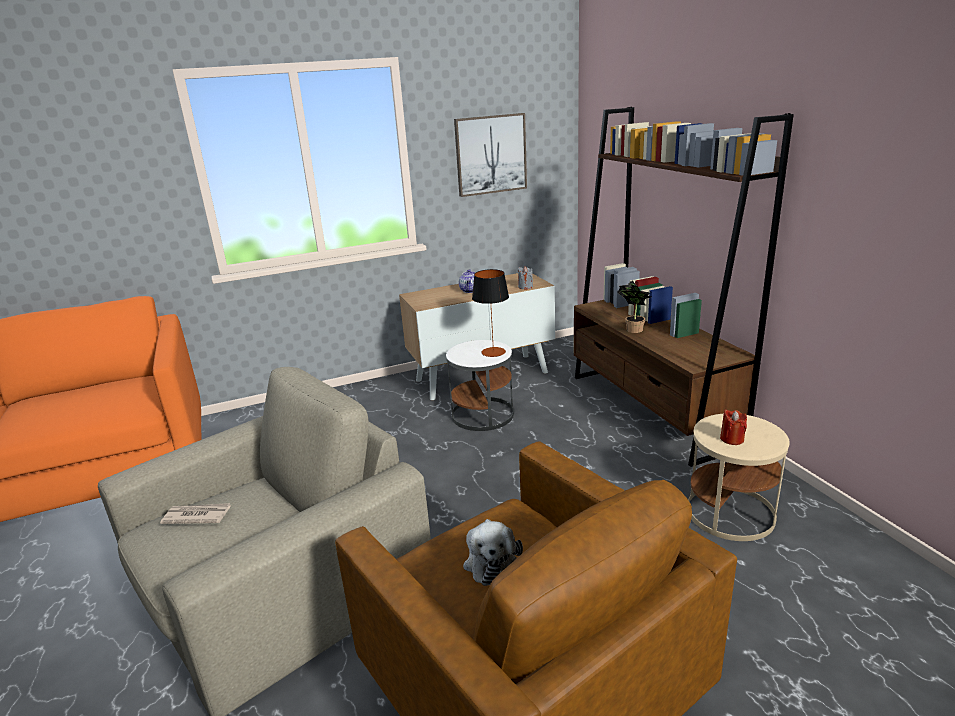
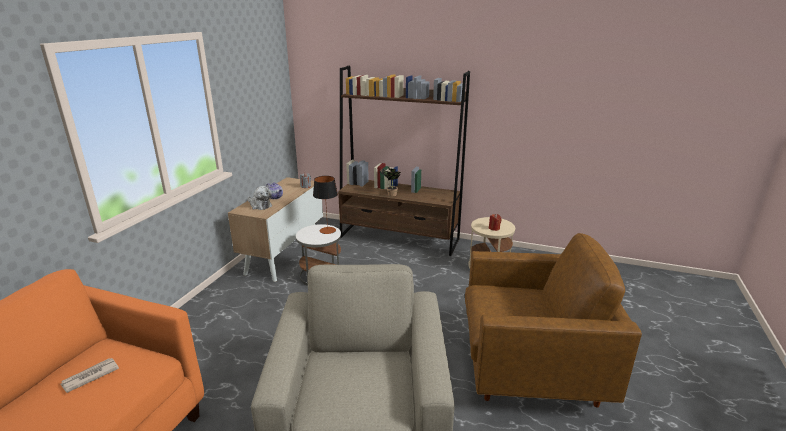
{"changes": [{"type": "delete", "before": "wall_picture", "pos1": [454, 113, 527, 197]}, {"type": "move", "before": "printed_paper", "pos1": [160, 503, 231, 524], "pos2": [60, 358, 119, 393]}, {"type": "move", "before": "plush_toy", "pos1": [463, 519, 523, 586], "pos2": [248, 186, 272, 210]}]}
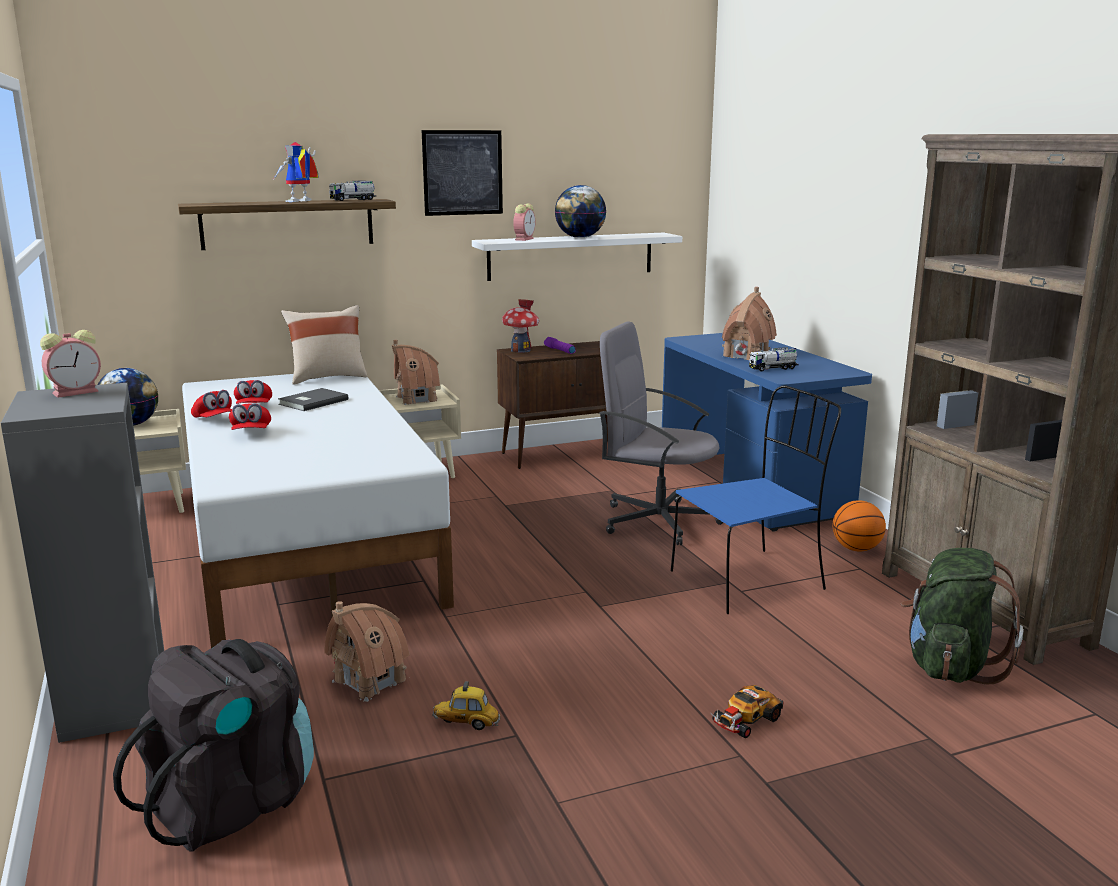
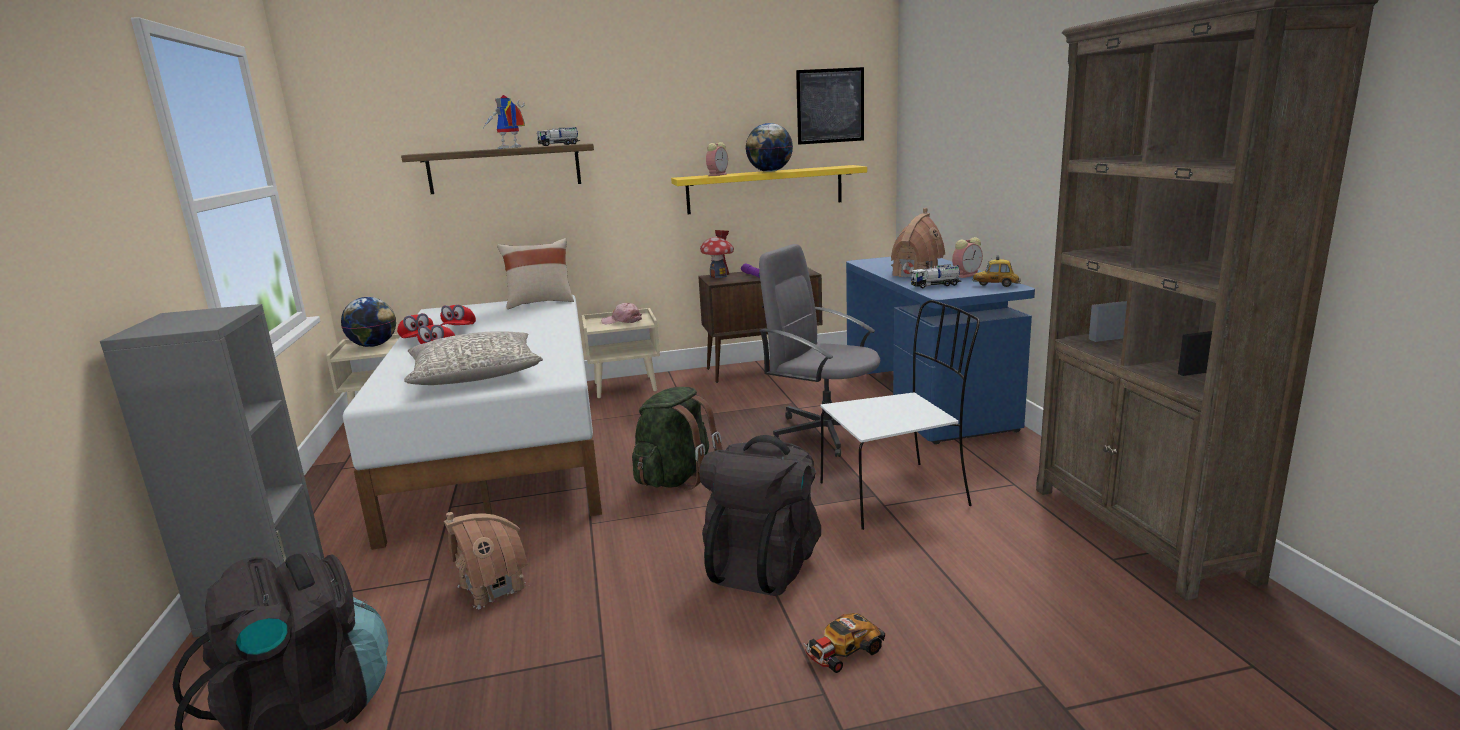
{"changes": [{"type": "delete", "before": "grey_volume", "pos1": [278, 388, 348, 411]}, {"type": "delete", "before": "basketball_ball", "pos1": [833, 500, 886, 551]}, {"type": "insert", "after": "grey_cushion", "pos2": [404, 331, 543, 385]}, {"type": "insert", "after": "black-coloured_knapsack", "pos2": [700, 435, 821, 596]}, {"type": "move", "before": "alarm_clock", "pos1": [40, 330, 101, 398], "pos2": [952, 237, 983, 278]}, {"type": "move", "before": "wall_picture", "pos1": [422, 130, 503, 216], "pos2": [796, 67, 864, 145]}, {"type": "move", "before": "toy_car", "pos1": [432, 681, 500, 730], "pos2": [973, 255, 1021, 287]}, {"type": "move", "before": "green_knapsack", "pos1": [900, 548, 1024, 684], "pos2": [632, 387, 723, 491]}, {"type": "replace", "before": "model_house", "after": "pink_cap", "pos1": [392, 340, 440, 405], "pos2": [601, 303, 642, 324]}, {"type": "recolor", "before": "whitish_bracket_shelf", "after": "yellow-coloured_bracket_shelf", "pos1": [472, 233, 682, 281], "pos2": [671, 165, 867, 214]}, {"type": "recolor", "before": "blue_plain_chair", "after": "whitish_plain_chair", "pos1": [671, 385, 841, 614], "pos2": [820, 300, 980, 530]}]}
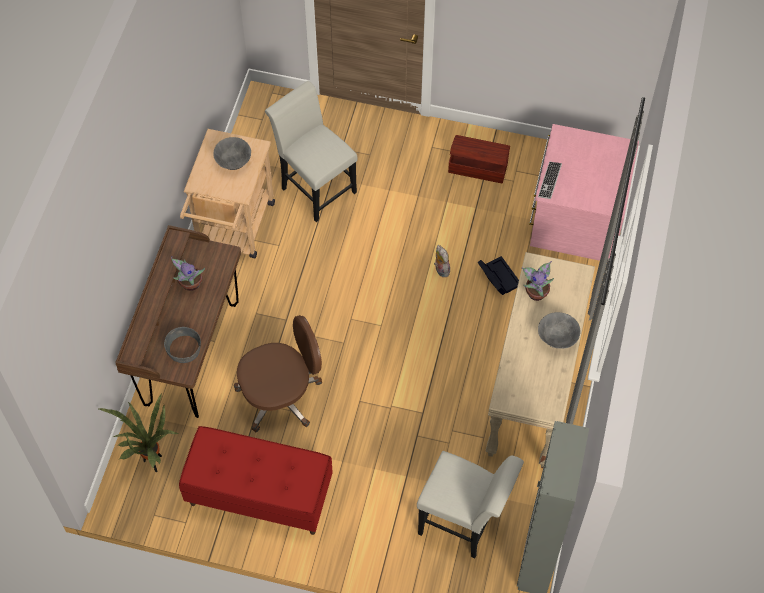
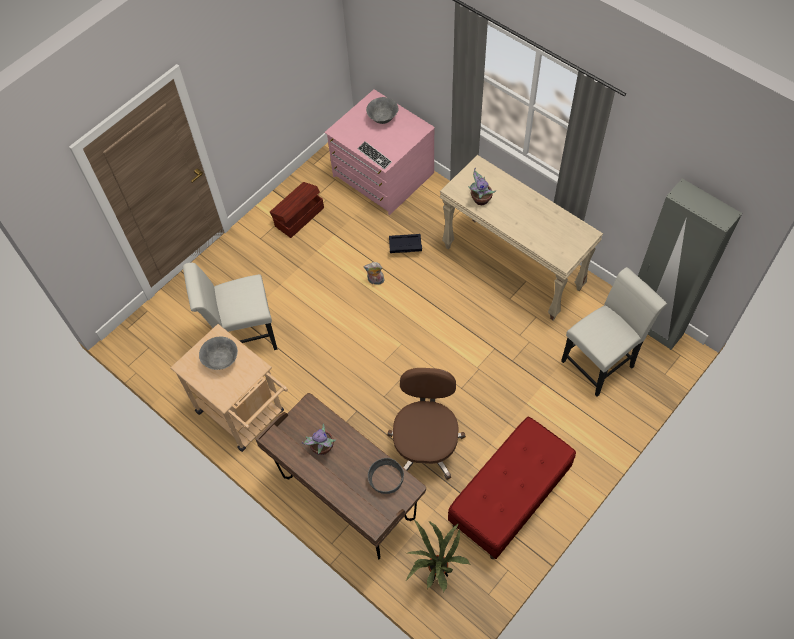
{"changes": [{"type": "move", "before": "grey_bowl", "pos1": [538, 312, 580, 349], "pos2": [366, 97, 398, 124]}]}
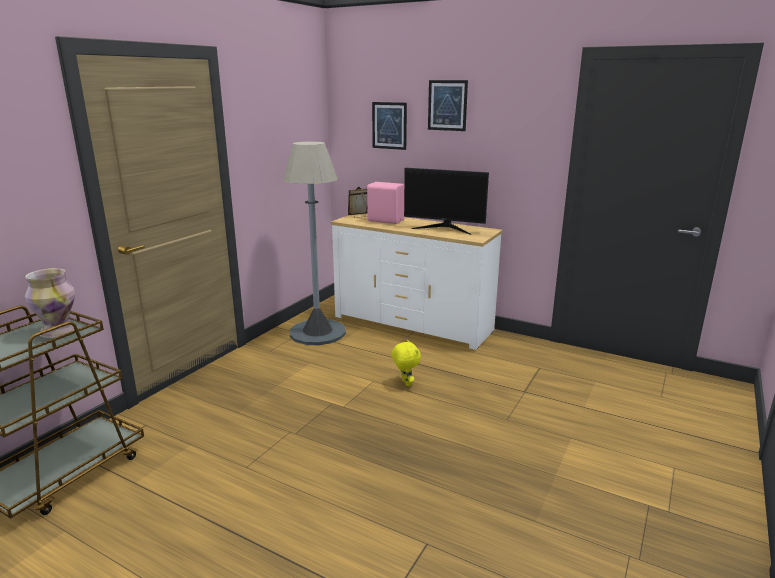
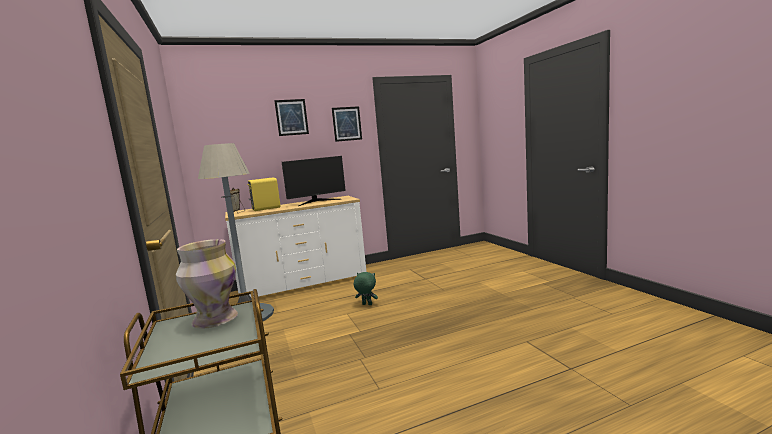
{"changes": [{"type": "move", "before": "wall_picture", "pos1": [372, 102, 407, 150], "pos2": [332, 106, 362, 142]}, {"type": "recolor", "before": "pink_audio_speaker", "after": "yellow-coloured_audio_speaker", "pos1": [367, 182, 404, 224], "pos2": [247, 178, 281, 211]}, {"type": "recolor", "before": "yellow-coloured_plush_toy", "after": "green_plush_toy", "pos1": [392, 340, 421, 386], "pos2": [354, 272, 378, 305]}]}
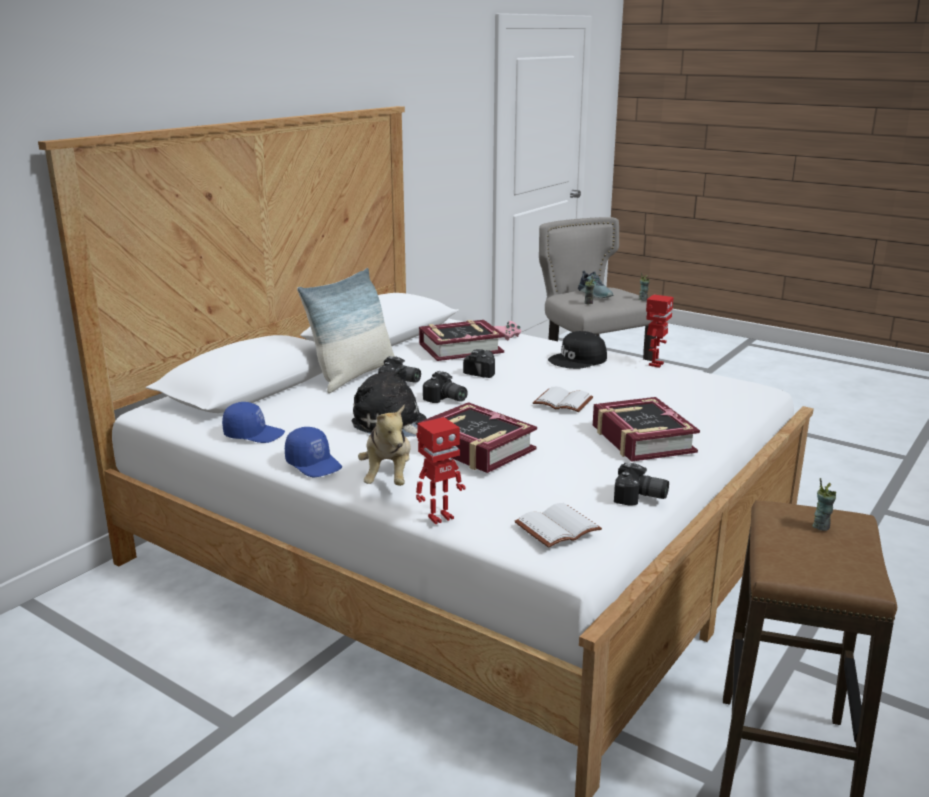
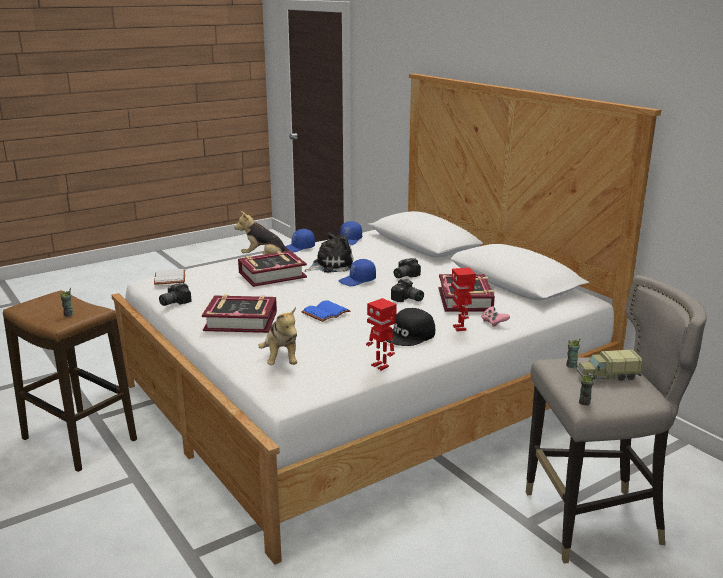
{"changes": [{"type": "delete", "before": "cushion", "pos1": [297, 268, 395, 393]}, {"type": "insert", "after": "plush_toy", "pos2": [258, 307, 297, 365]}, {"type": "move", "before": "robot_figure", "pos1": [416, 417, 466, 524], "pos2": [451, 267, 476, 332]}, {"type": "replace", "before": "photo_camera", "after": "blue_cap", "pos1": [423, 371, 468, 403], "pos2": [339, 259, 376, 286]}, {"type": "replace", "before": "low_shoe", "after": "toy_lorry", "pos1": [578, 271, 613, 298], "pos2": [577, 349, 642, 381]}, {"type": "recolor", "before": "whitish_volume", "after": "blue_volume", "pos1": [533, 387, 593, 412], "pos2": [301, 300, 350, 322]}, {"type": "rotate", "before": "black-coloured_cap", "pos1": [548, 331, 607, 369], "pos2": [386, 308, 435, 346], "turn": -120}]}
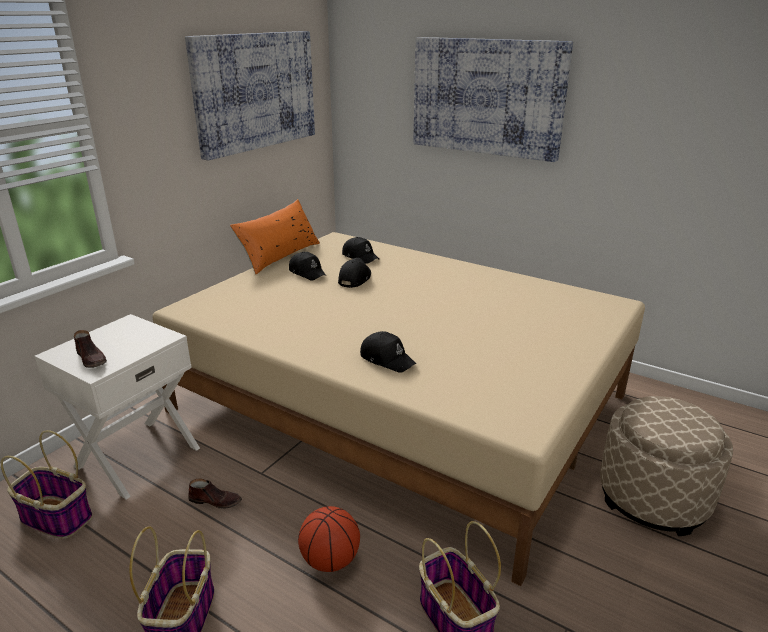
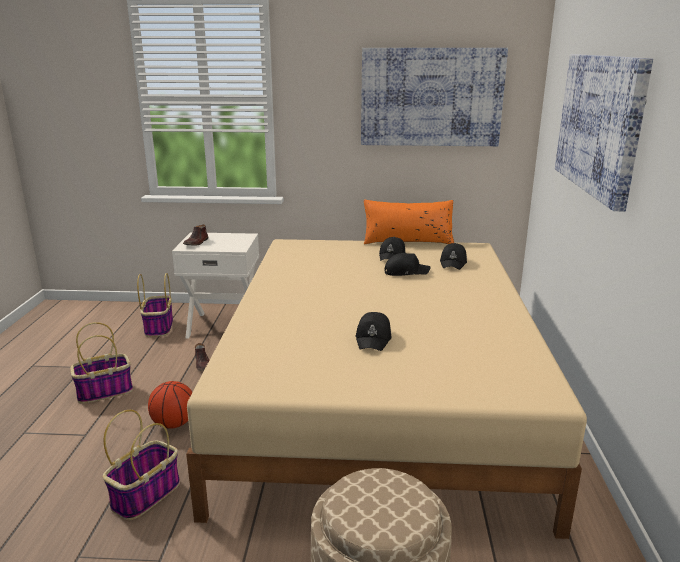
{"changes": [{"type": "move", "before": "black-coloured_cap", "pos1": [360, 331, 416, 373], "pos2": [356, 312, 391, 351]}]}
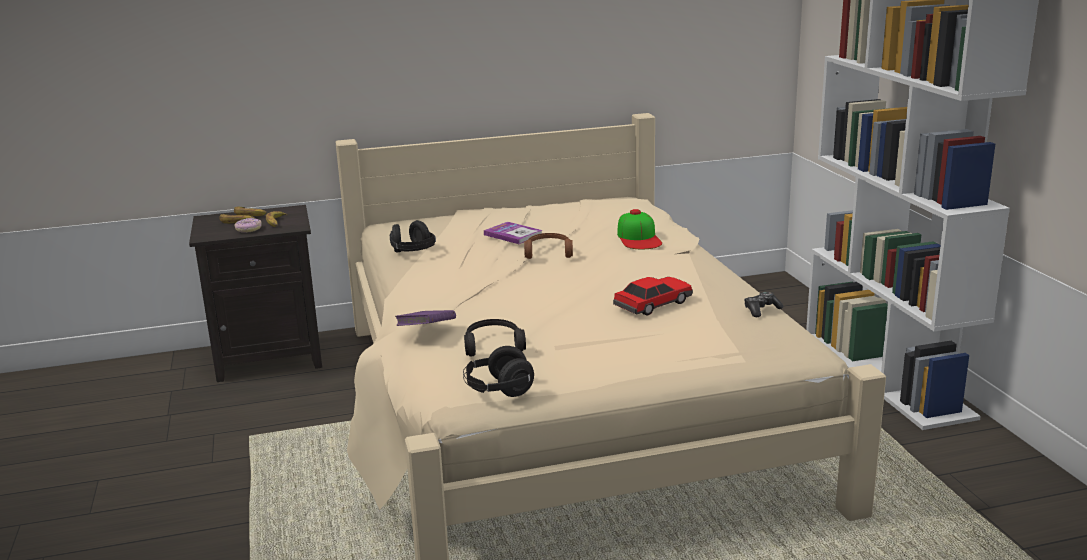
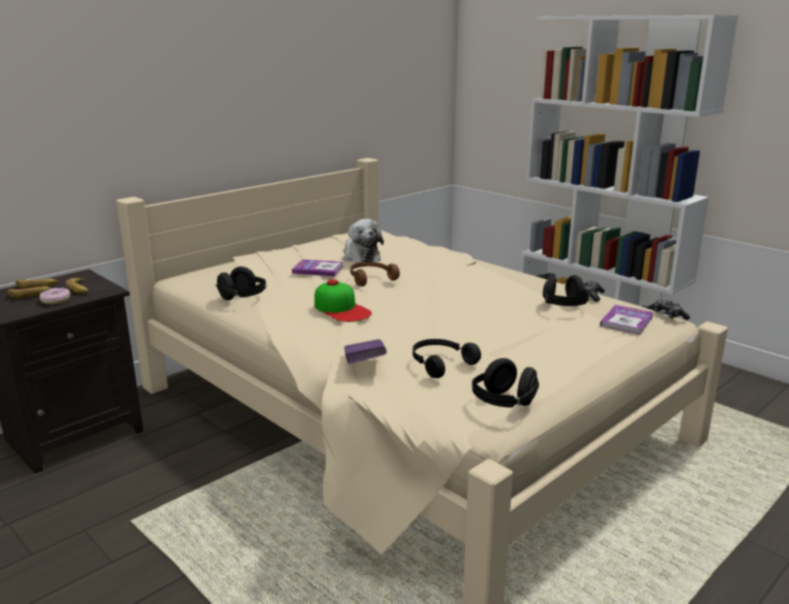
{"changes": [{"type": "delete", "before": "toy_car", "pos1": [613, 277, 693, 315]}, {"type": "insert", "after": "plush_toy", "pos2": [343, 219, 384, 263]}, {"type": "insert", "after": "black-coloured_pair_of_headphones", "pos2": [543, 275, 590, 306]}, {"type": "insert", "after": "volume", "pos2": [600, 305, 654, 334]}, {"type": "insert", "after": "gamepad", "pos2": [654, 299, 690, 320]}, {"type": "move", "before": "cap", "pos1": [617, 209, 662, 249], "pos2": [314, 279, 372, 322]}]}
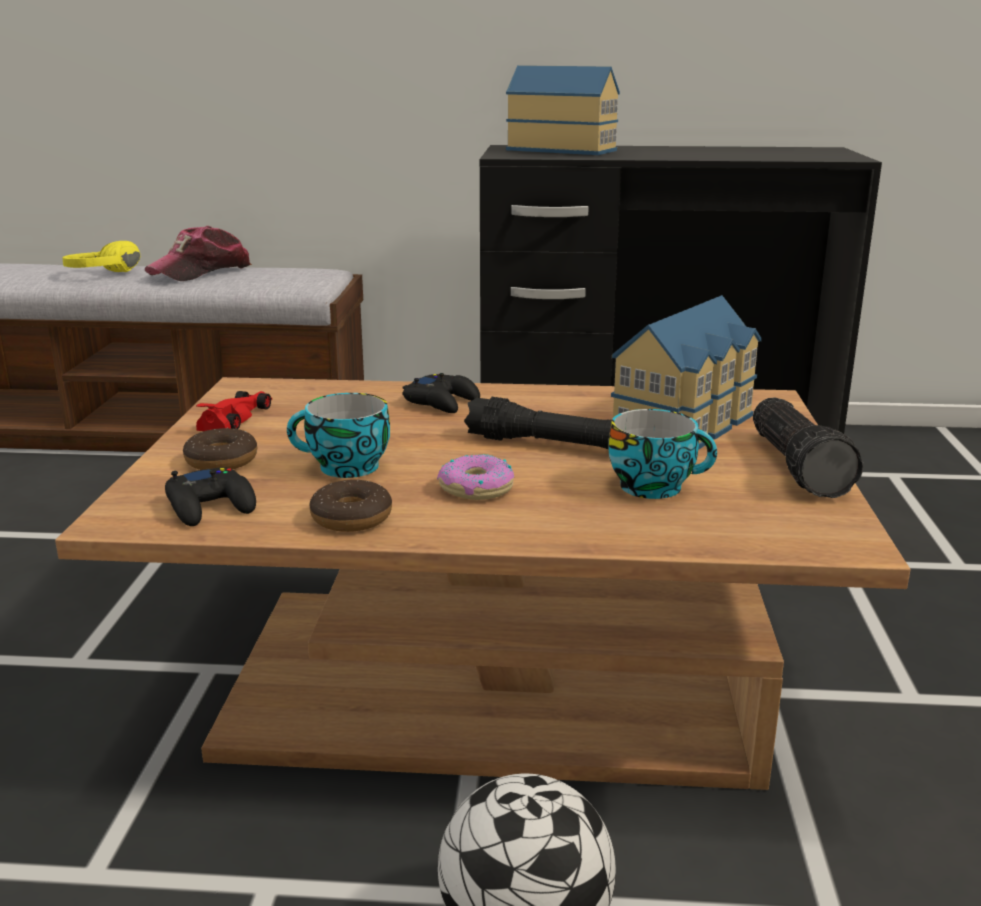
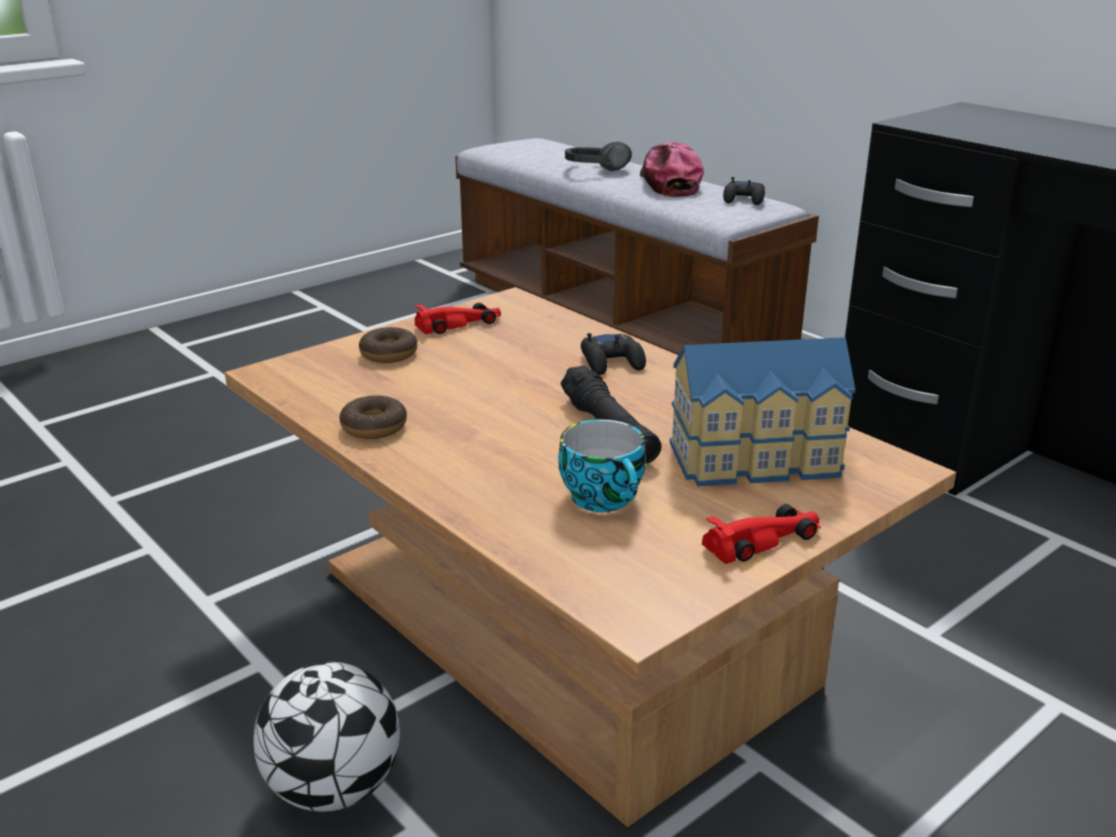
{"changes": [{"type": "delete", "before": "cup", "pos1": [287, 393, 390, 478]}, {"type": "delete", "before": "ring_doughnut", "pos1": [437, 454, 514, 500]}, {"type": "delete", "before": "model_house", "pos1": [506, 65, 620, 155]}, {"type": "move", "before": "black-coloured_gamepad", "pos1": [165, 467, 256, 526], "pos2": [723, 177, 765, 205]}, {"type": "replace", "before": "flashlight", "after": "red_toy_car", "pos1": [753, 397, 863, 498], "pos2": [702, 504, 821, 564]}, {"type": "recolor", "before": "yellow-coloured_pair_of_headphones", "after": "black-coloured_pair_of_headphones", "pos1": [62, 241, 140, 272], "pos2": [565, 142, 632, 171]}, {"type": "rotate", "before": "cap", "pos1": [145, 226, 252, 281], "pos2": [640, 142, 704, 197], "turn": 90}]}
